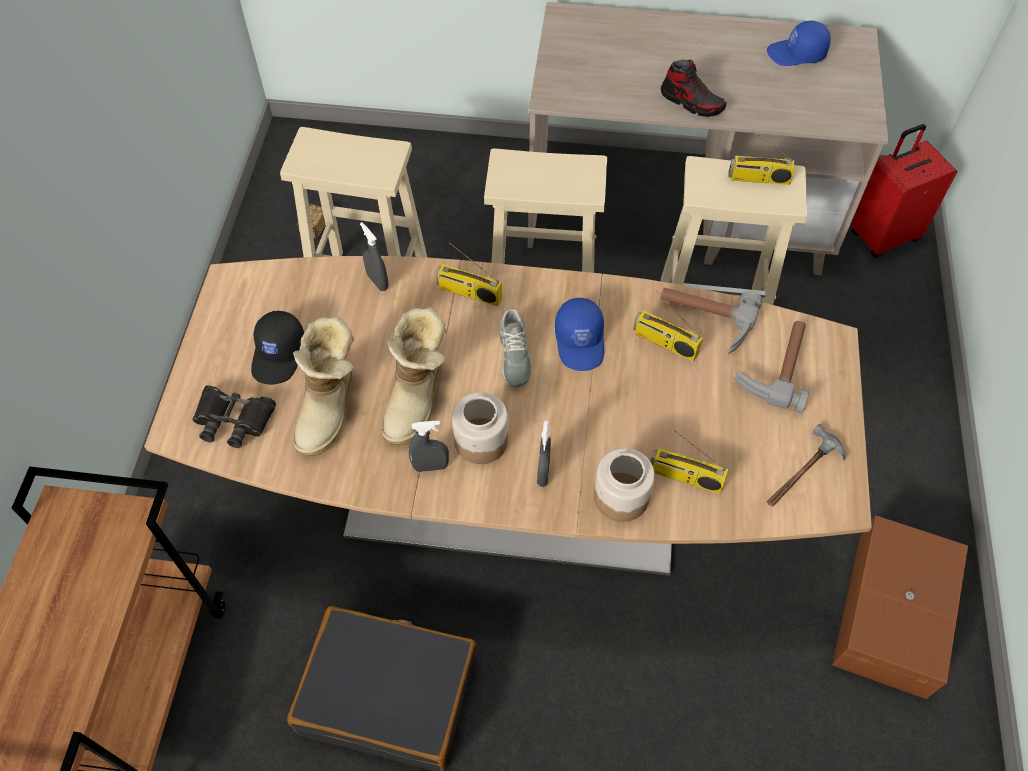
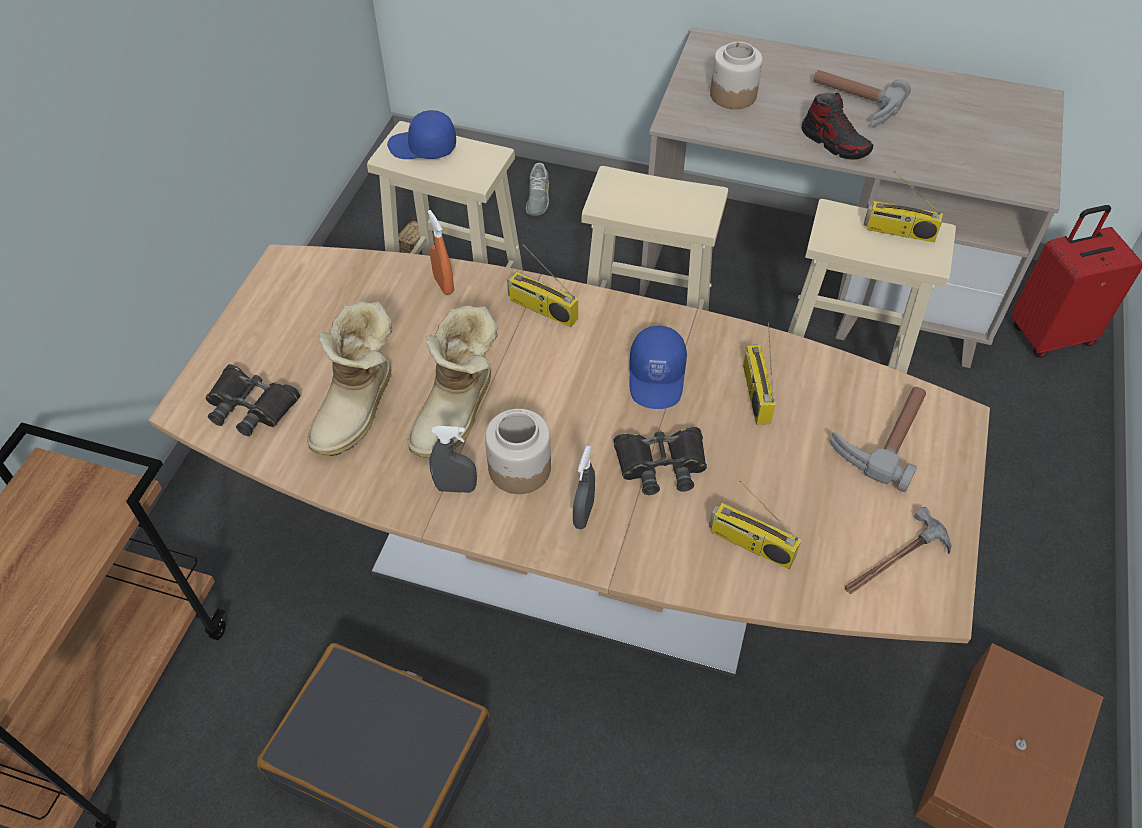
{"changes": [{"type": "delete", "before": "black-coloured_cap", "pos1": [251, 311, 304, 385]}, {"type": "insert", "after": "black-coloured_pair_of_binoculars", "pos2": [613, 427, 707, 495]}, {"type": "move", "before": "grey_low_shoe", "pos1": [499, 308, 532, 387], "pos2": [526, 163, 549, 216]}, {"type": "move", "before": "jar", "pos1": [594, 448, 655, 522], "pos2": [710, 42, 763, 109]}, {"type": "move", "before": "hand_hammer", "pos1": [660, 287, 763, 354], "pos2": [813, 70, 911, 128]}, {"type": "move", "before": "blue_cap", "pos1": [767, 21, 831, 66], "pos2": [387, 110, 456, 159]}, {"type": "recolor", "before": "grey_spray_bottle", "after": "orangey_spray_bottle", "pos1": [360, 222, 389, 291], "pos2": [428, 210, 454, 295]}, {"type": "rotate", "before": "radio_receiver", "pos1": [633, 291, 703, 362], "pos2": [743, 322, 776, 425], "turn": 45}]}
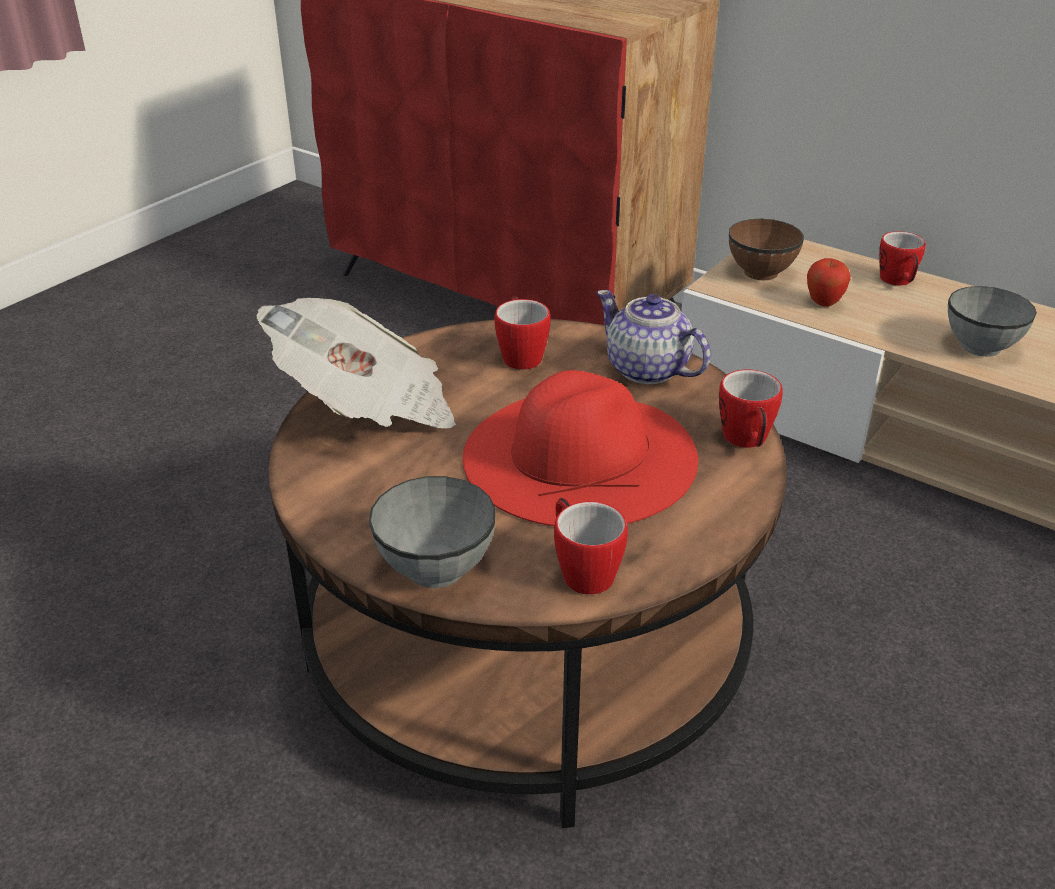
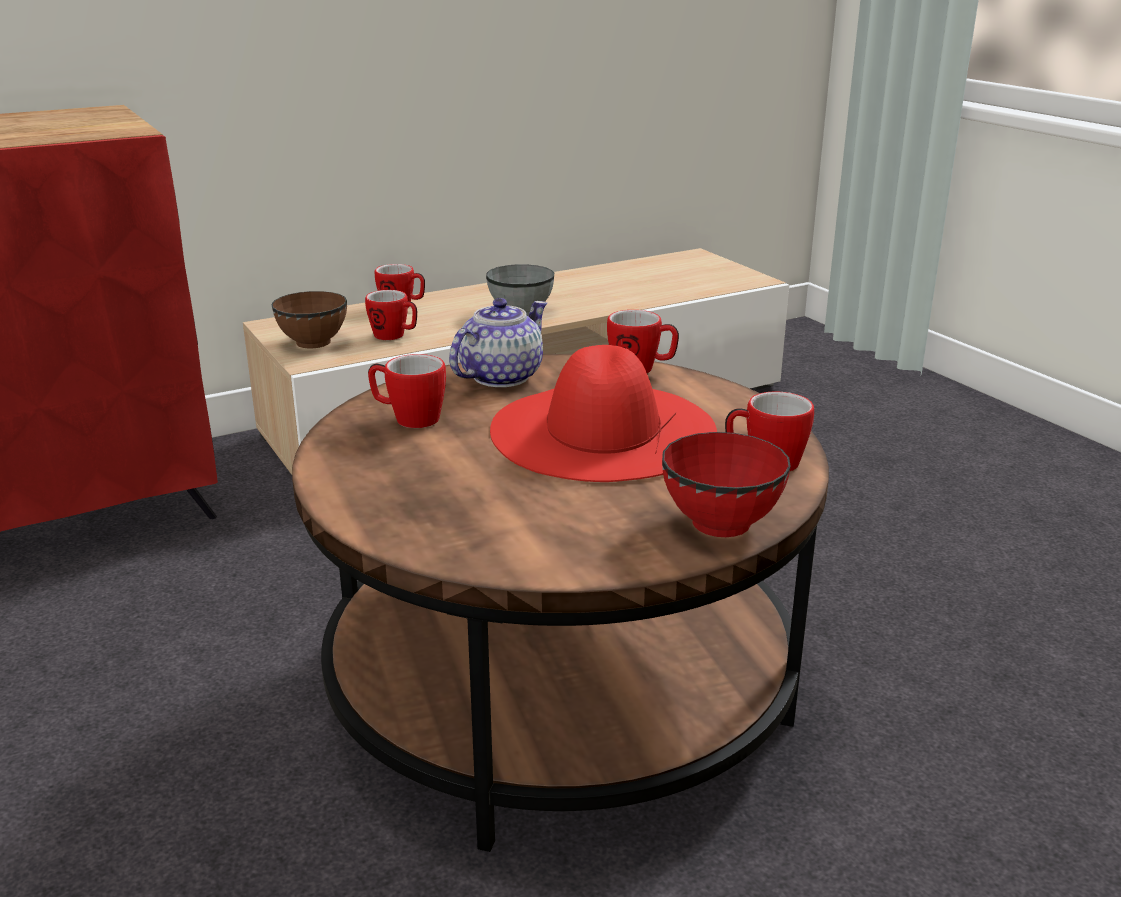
{"changes": [{"type": "delete", "before": "printed_paper", "pos1": [257, 298, 456, 429]}, {"type": "replace", "before": "whole_apple", "after": "tea_mug", "pos1": [807, 258, 851, 307], "pos2": [365, 290, 417, 340]}, {"type": "recolor", "before": "grey_bowl", "after": "red_bowl", "pos1": [369, 476, 495, 588], "pos2": [662, 432, 791, 537]}, {"type": "rotate", "before": "tea_pot", "pos1": [596, 290, 711, 384], "pos2": [449, 298, 547, 387], "turn": 150}]}
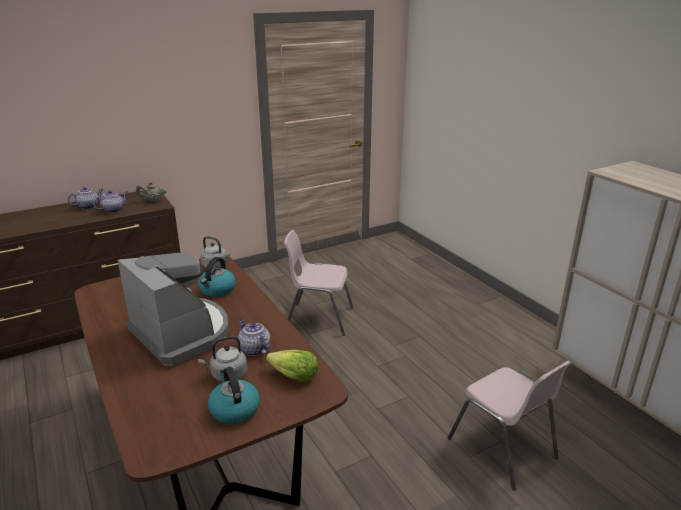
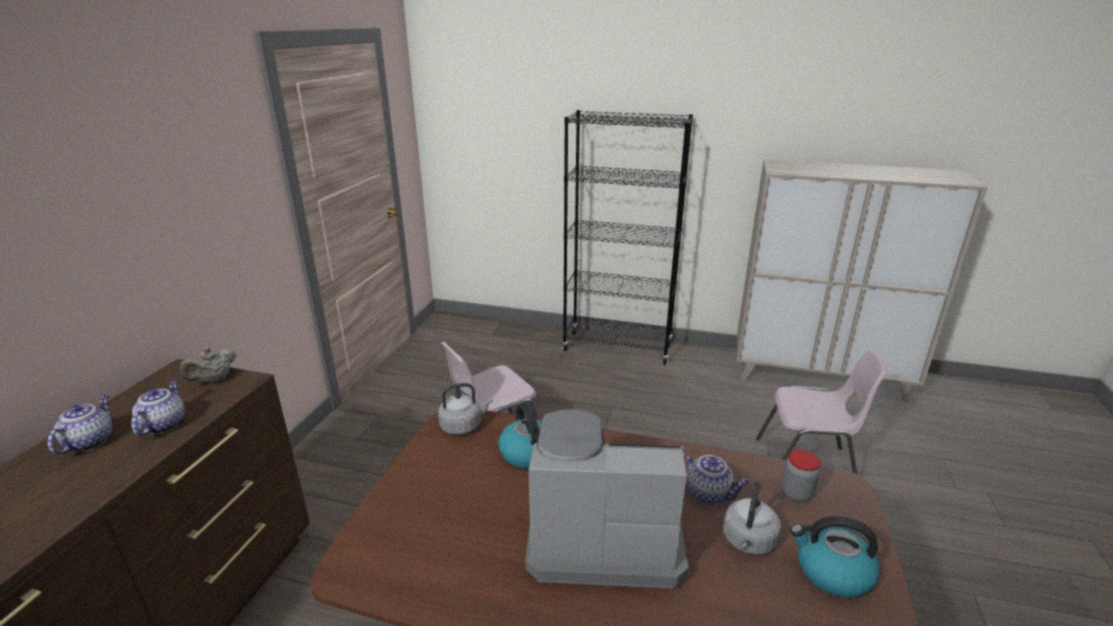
{"changes": [{"type": "insert", "after": "black-coloured_shelving_unit", "pos2": [562, 110, 693, 365]}, {"type": "replace", "before": "lettuce_head", "after": "jar", "pos1": [266, 350, 318, 382], "pos2": [781, 450, 820, 502]}, {"type": "rotate", "before": "tea_pot", "pos1": [238, 319, 270, 356], "pos2": [683, 453, 750, 504], "turn": -150}]}
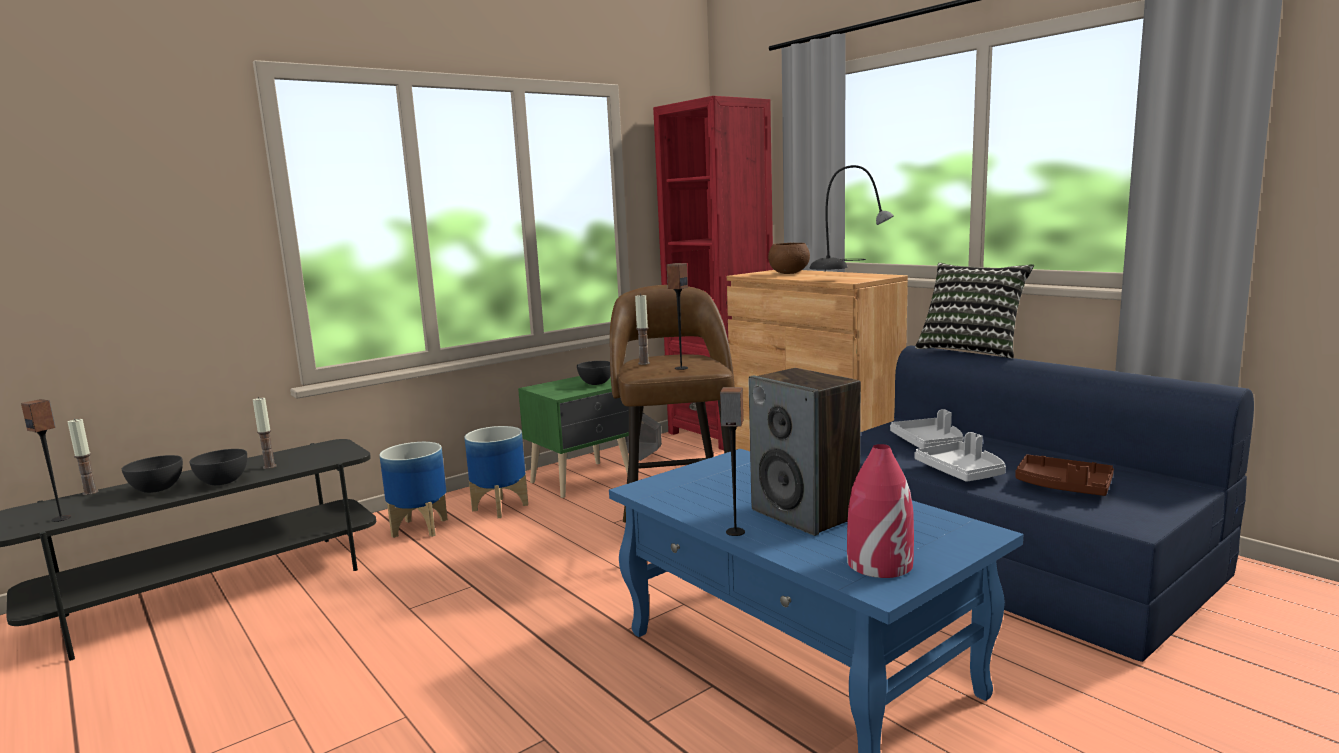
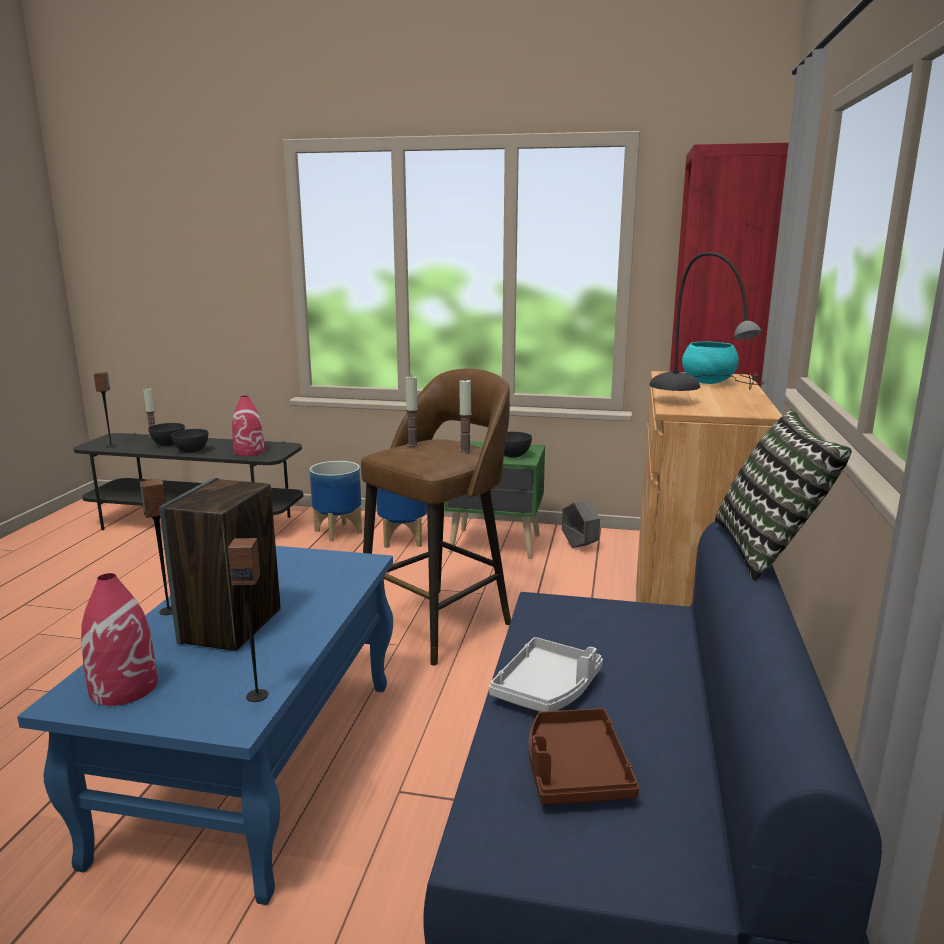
{"changes": [{"type": "delete", "before": "grey_tray", "pos1": [890, 409, 964, 448]}, {"type": "insert", "after": "red_decorative_vase", "pos2": [232, 395, 265, 456]}, {"type": "move", "before": "candle", "pos1": [253, 397, 277, 469], "pos2": [459, 379, 472, 452]}, {"type": "move", "before": "audio_speaker", "pos1": [667, 263, 688, 370], "pos2": [228, 538, 268, 702]}, {"type": "recolor", "before": "brown_bowl", "after": "turquoise-coloured_bowl", "pos1": [768, 243, 810, 274], "pos2": [682, 341, 739, 384]}]}
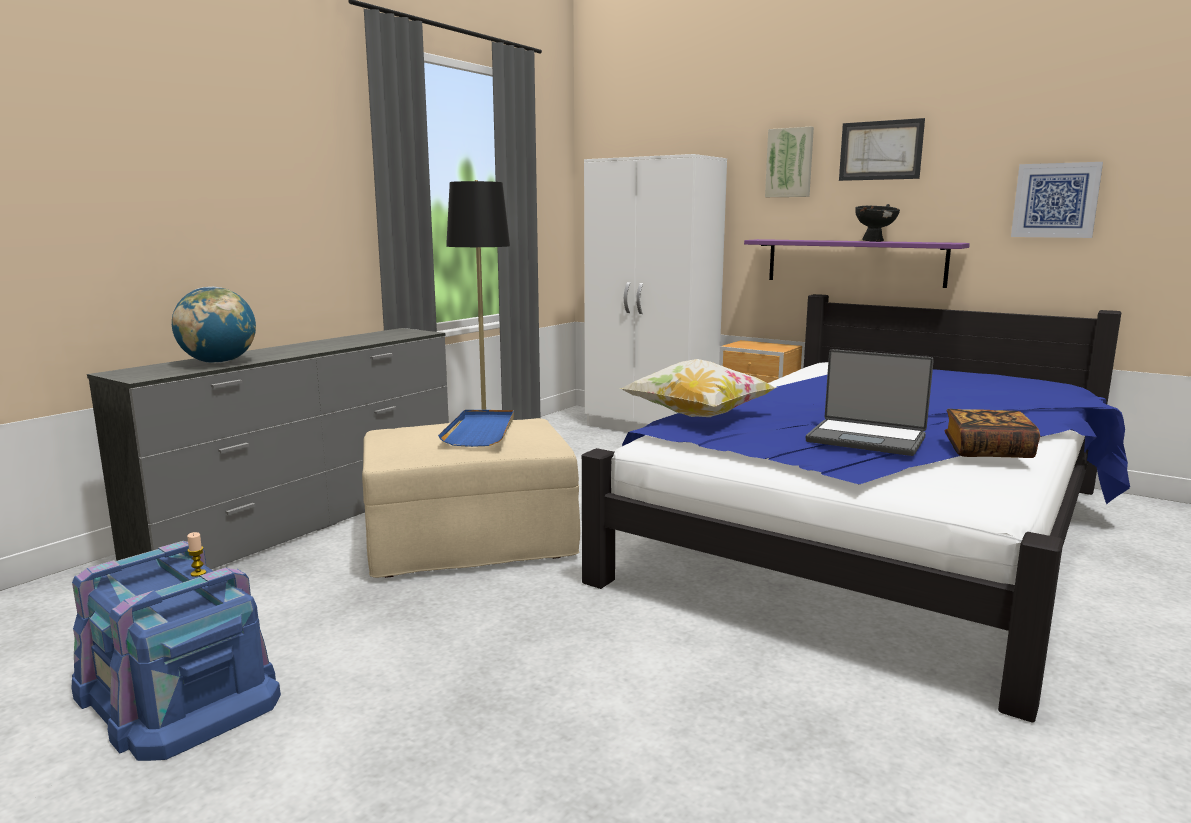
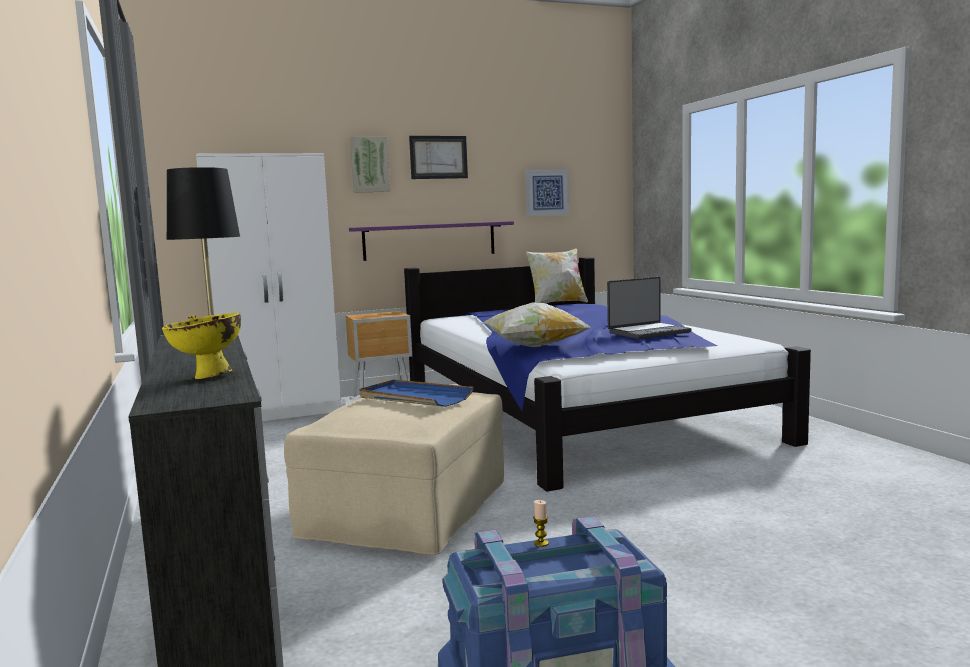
{"changes": [{"type": "delete", "before": "black-coloured_bowl", "pos1": [855, 204, 900, 242]}, {"type": "delete", "before": "volume", "pos1": [945, 409, 1040, 458]}, {"type": "insert", "after": "cushion", "pos2": [525, 248, 588, 303]}, {"type": "replace", "before": "desk_globe", "after": "yellow-coloured_bowl", "pos1": [172, 287, 256, 363], "pos2": [162, 313, 241, 379]}]}
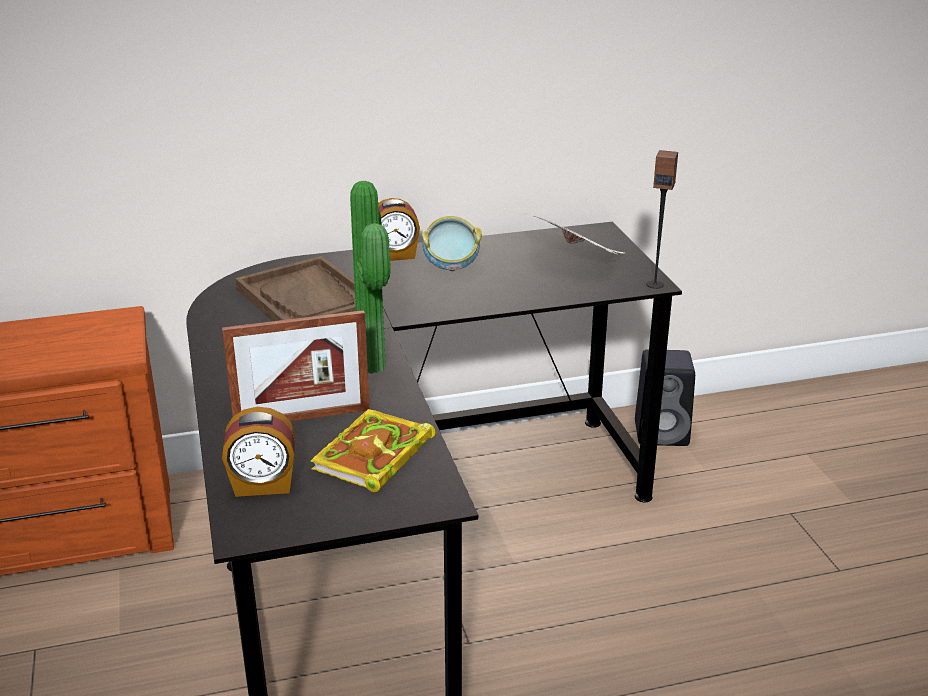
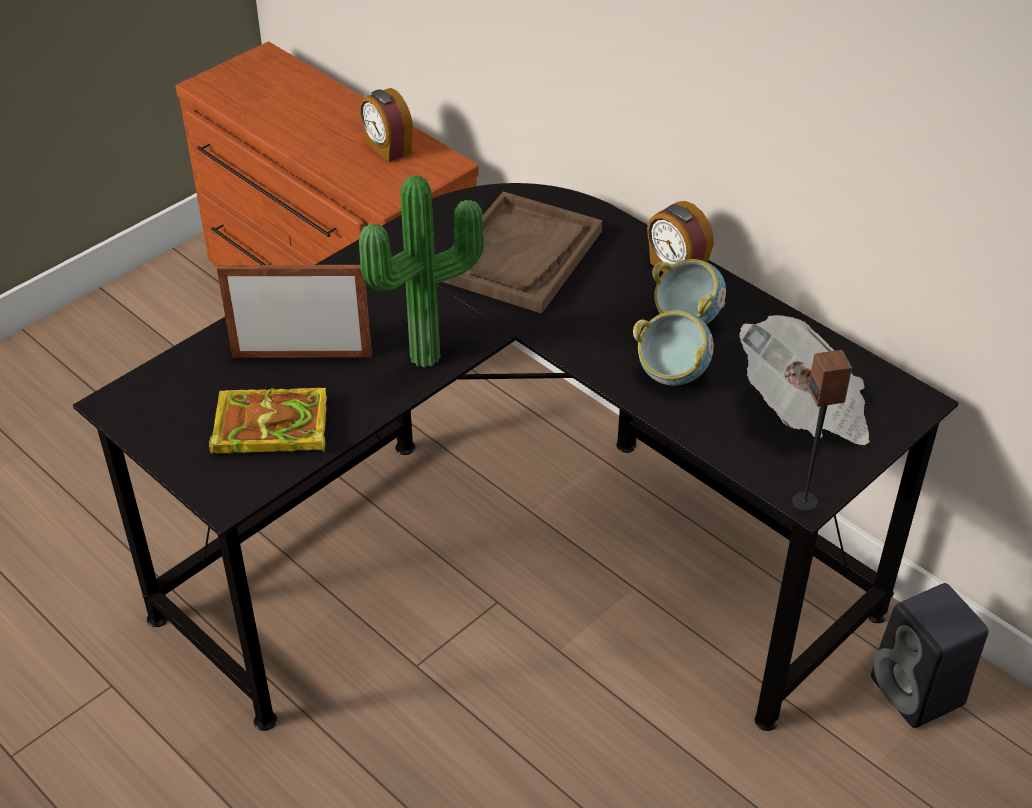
{"changes": [{"type": "insert", "after": "bowl", "pos2": [633, 310, 714, 386]}, {"type": "move", "before": "alarm_clock", "pos1": [222, 407, 295, 497], "pos2": [360, 88, 413, 162]}, {"type": "rotate", "before": "photo_frame", "pos1": [222, 310, 370, 421], "pos2": [217, 265, 372, 358], "turn": 135}]}
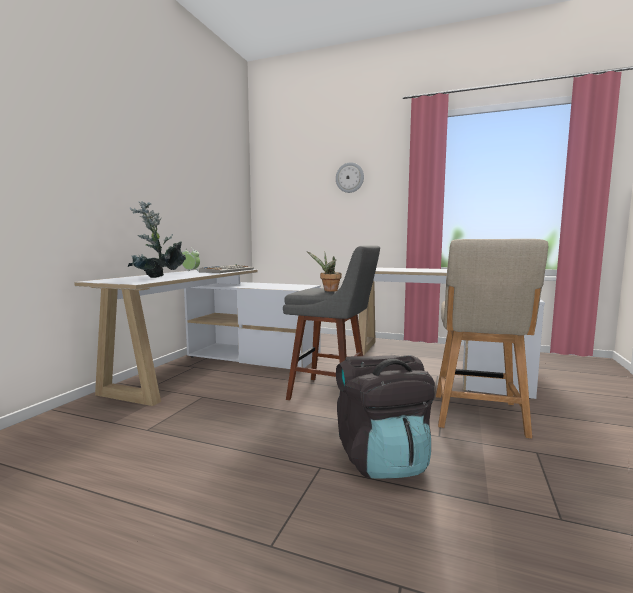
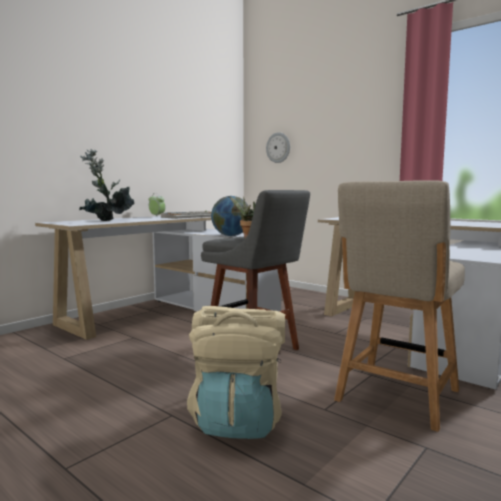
{"changes": [{"type": "insert", "after": "desk_globe", "pos2": [211, 196, 250, 236]}, {"type": "move", "before": "clock_on_the_wall", "pos1": [336, 162, 364, 193], "pos2": [266, 132, 290, 163]}, {"type": "recolor", "before": "black-coloured_knapsack", "after": "beige_knapsack", "pos1": [336, 355, 435, 479], "pos2": [187, 306, 285, 439]}]}
